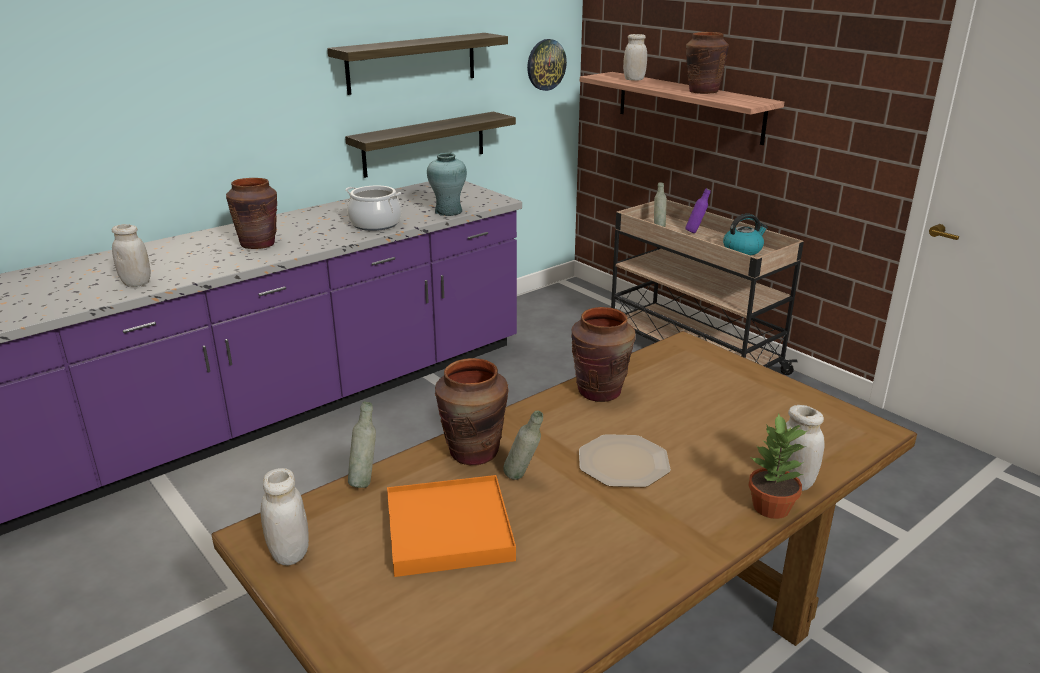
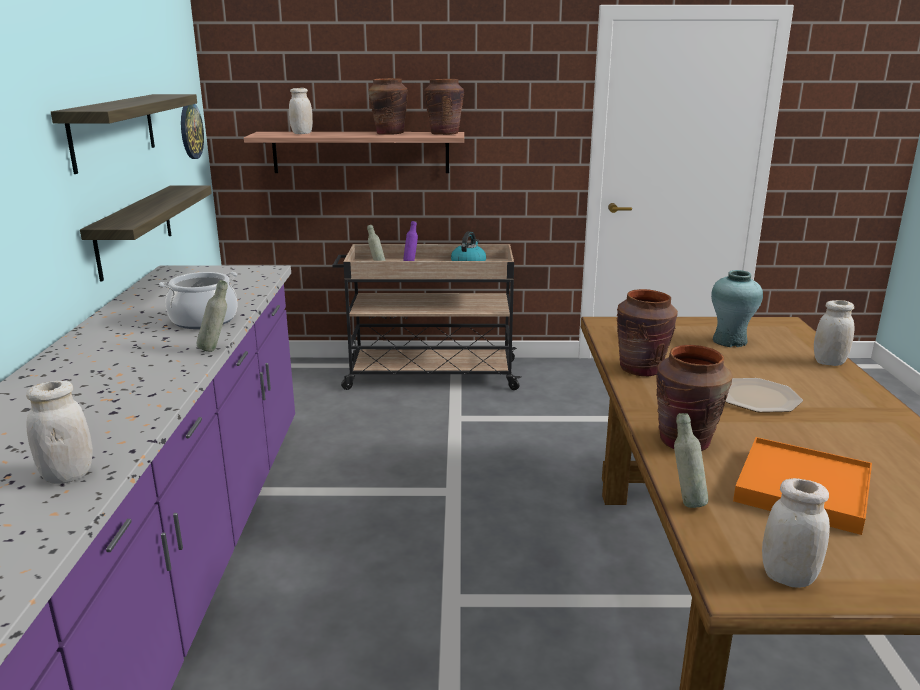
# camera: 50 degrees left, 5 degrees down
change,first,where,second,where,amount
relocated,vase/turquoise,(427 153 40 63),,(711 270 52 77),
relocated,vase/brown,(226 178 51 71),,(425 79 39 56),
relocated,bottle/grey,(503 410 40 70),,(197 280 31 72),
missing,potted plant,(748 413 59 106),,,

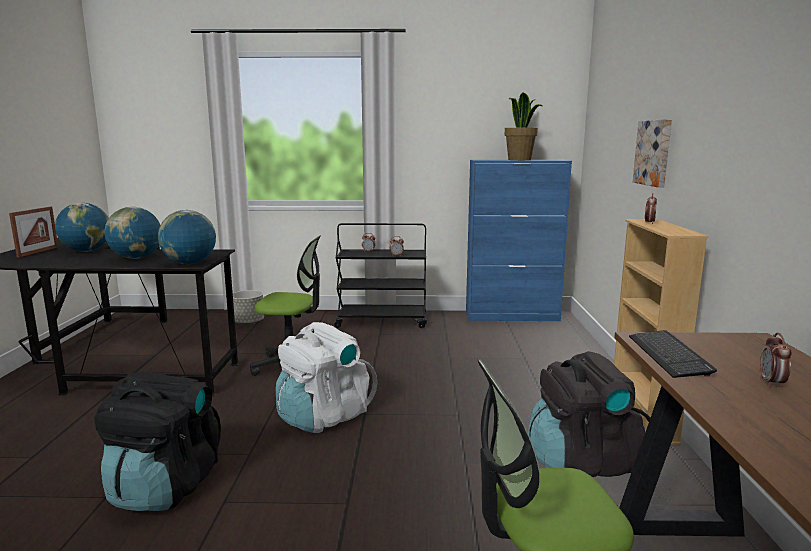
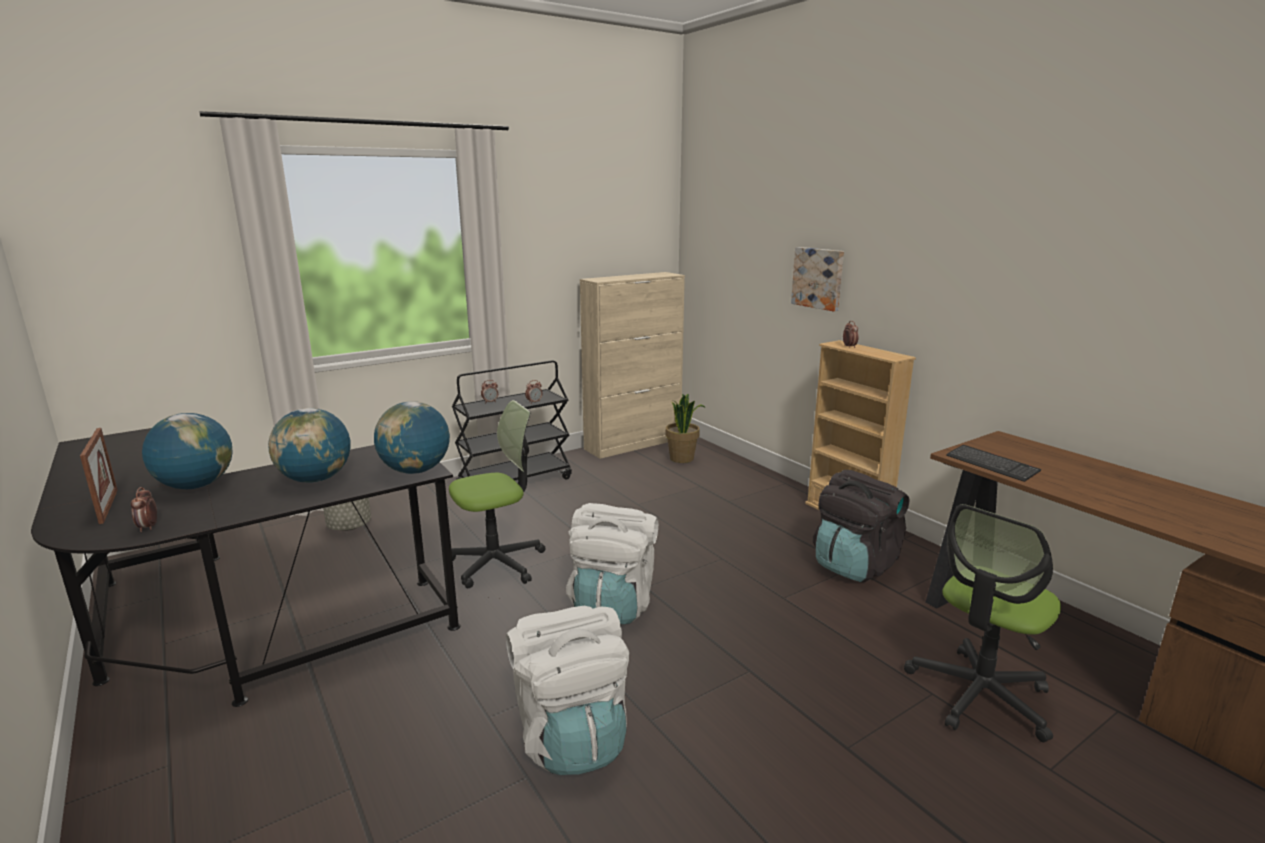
# camera: 35 degrees left, 5 degrees up
change,first,where,second,where,amount
relocated,potted plant,(504 93 39 67),,(666 393 40 70),
colour,cabinet/blue,(466 160 106 161),cabinet/beige,(580 272 105 187),
relocated,alarm clock,(760 332 32 56),,(131 487 26 45),
colour,backpack/black,(94 371 127 140),backpack/white,(506 606 123 169),

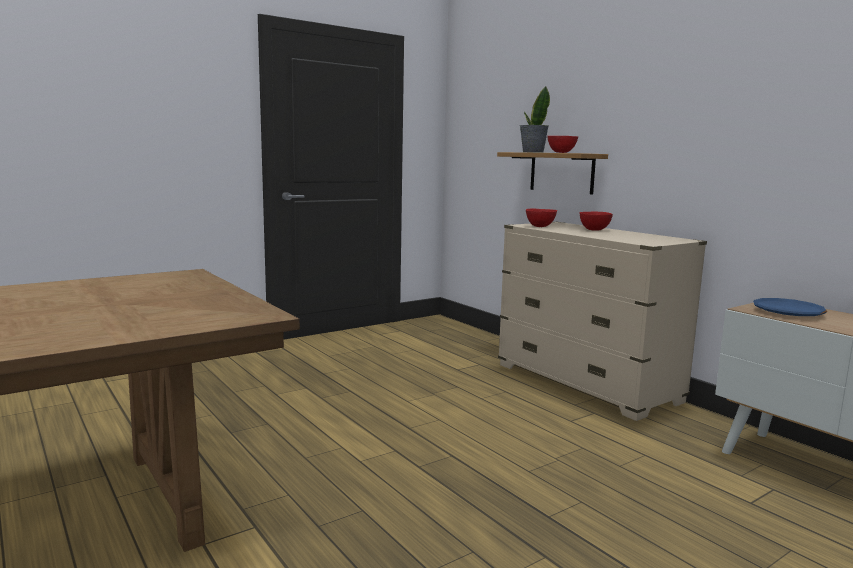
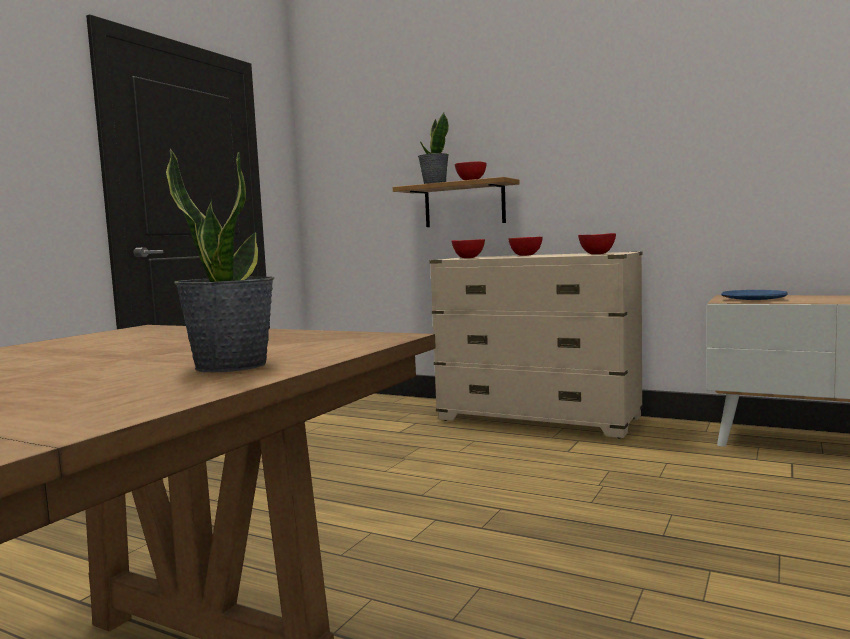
# camera: 25 degrees left, 5 degrees down
change,first,where,second,where,amount
appeared,,,potted plant,(166 148 109 224),
appeared,,,bowl/red,(578 233 38 21),

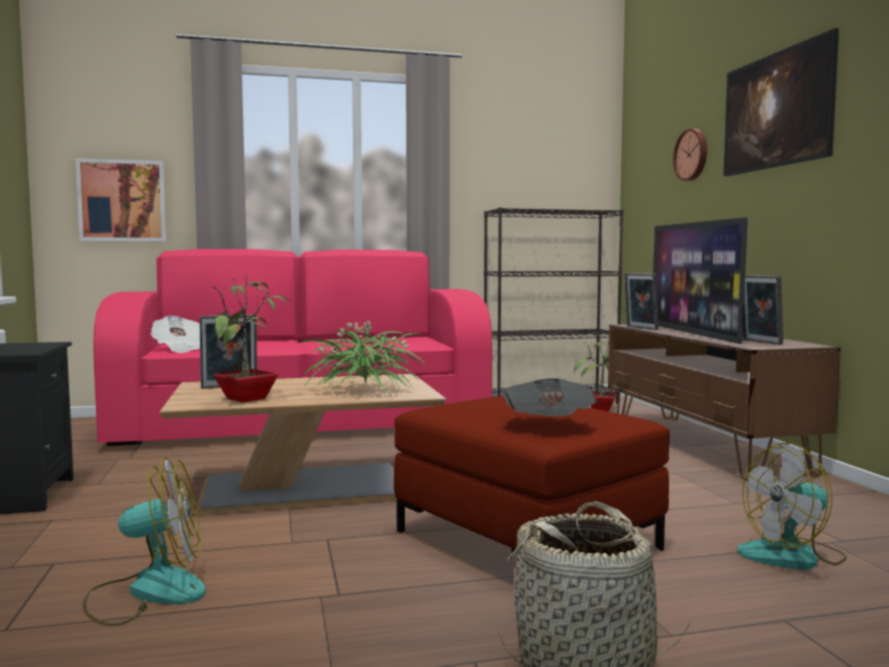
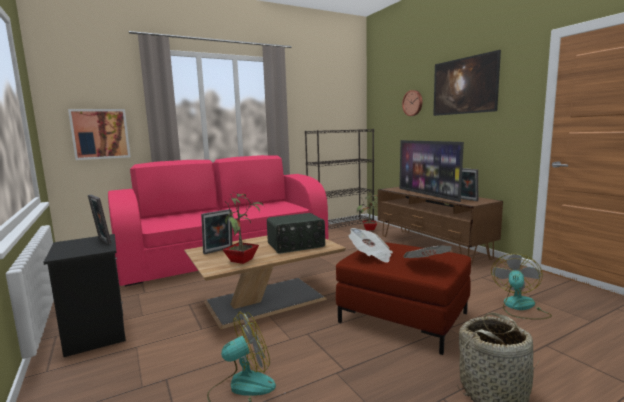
# camera: 15 degrees left, 5 degrees up
change,first,where,second,where,amount
relocated,picture frame,(625 273 34 57),,(88 195 24 50),
relocated,newspaper,(150 316 50 37),,(349 228 44 35),
exchanged,potted plant,(296 321 130 76),radio,(267 213 58 41),
spun,fan,(737 443 110 127),,(491 254 61 66),150 degrees clockwise

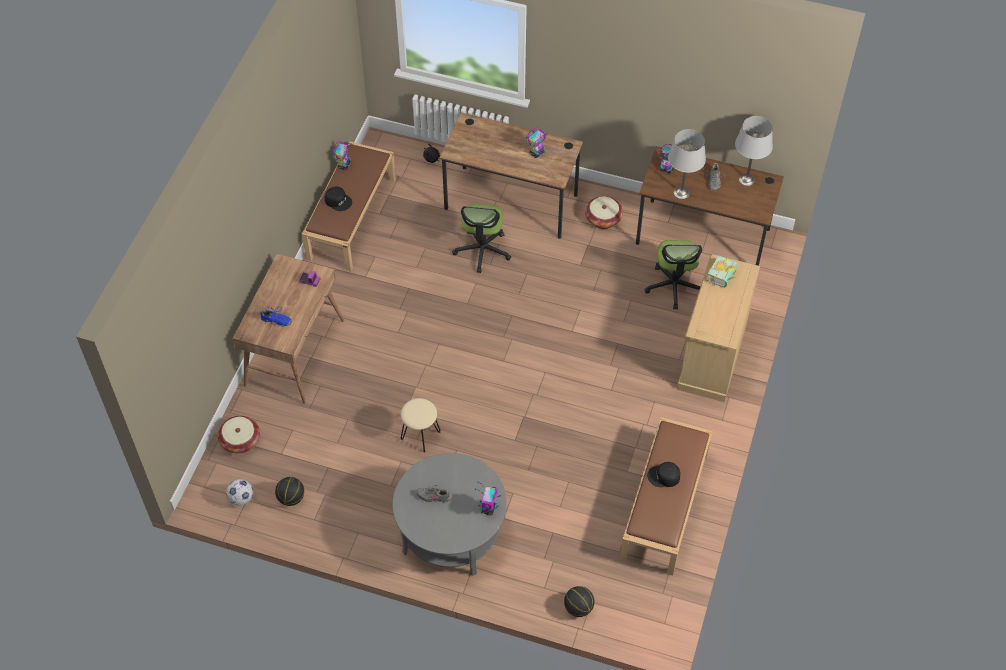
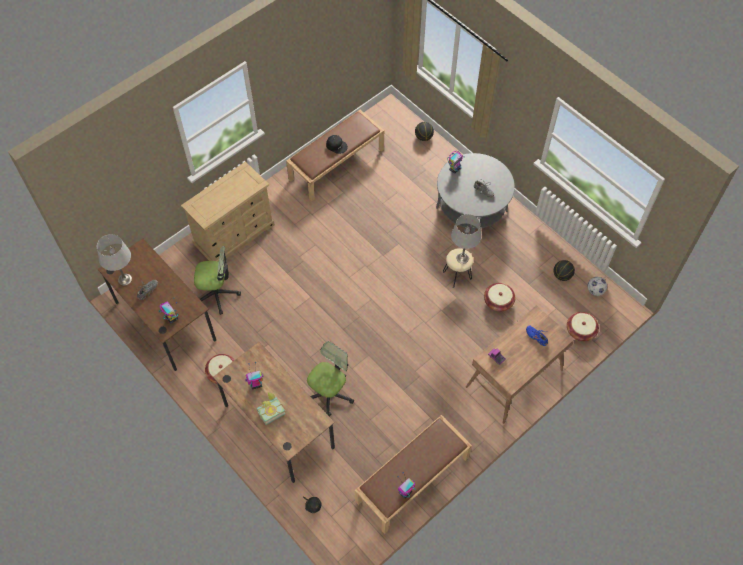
# camera: 150 degrees left, 5 degrees up
change,first,where,second,where,amount
relocated,table lamp/grey,(668 129 38 70),,(451 214 30 50),
missing,cap/black,(325 187 27 24),,,
spun,office chair,(644 240 58 69),,(194 246 47 69),60 degrees clockwise
relocated,book,(707 255 31 33),,(256 392 30 33),
appeared,,,basket,(484 283 31 29),

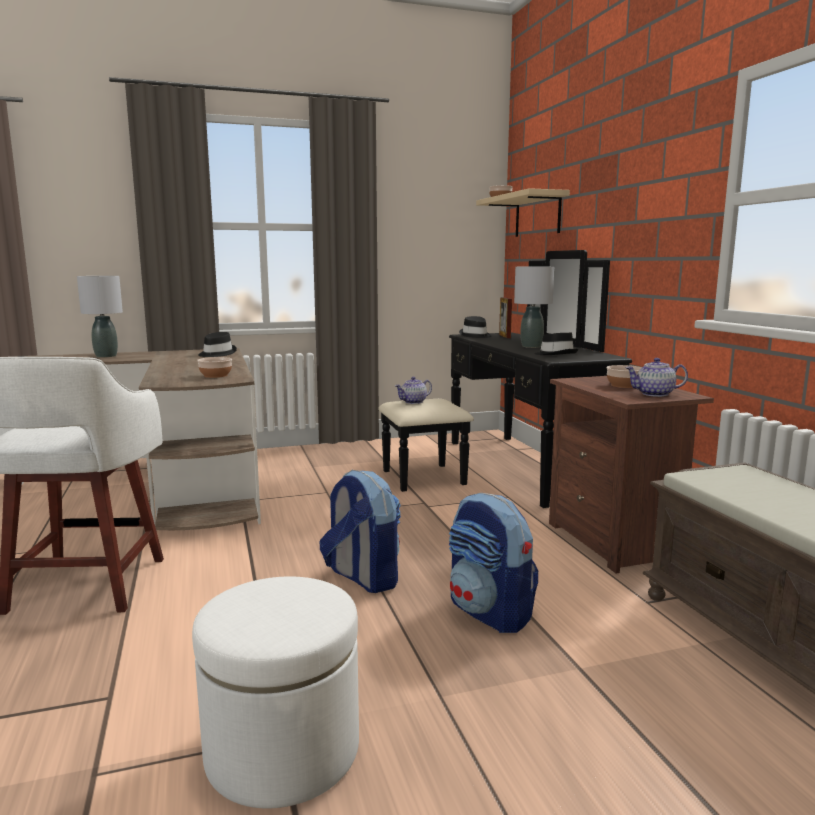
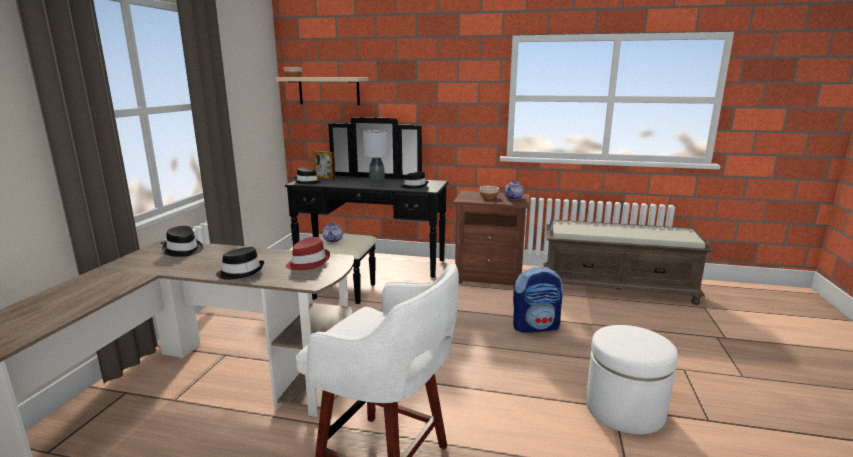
# camera: 60 degrees left, 5 degrees up
change,first,where,second,where,amount
missing,table lamp/grey,(77 276 46 82),,,
exchanged,bowl,(197 357 35 21),hat/red,(286 237 44 33),
missing,backpack,(319 470 82 123),,,
appeared,,,hat/black,(216 247 48 33),

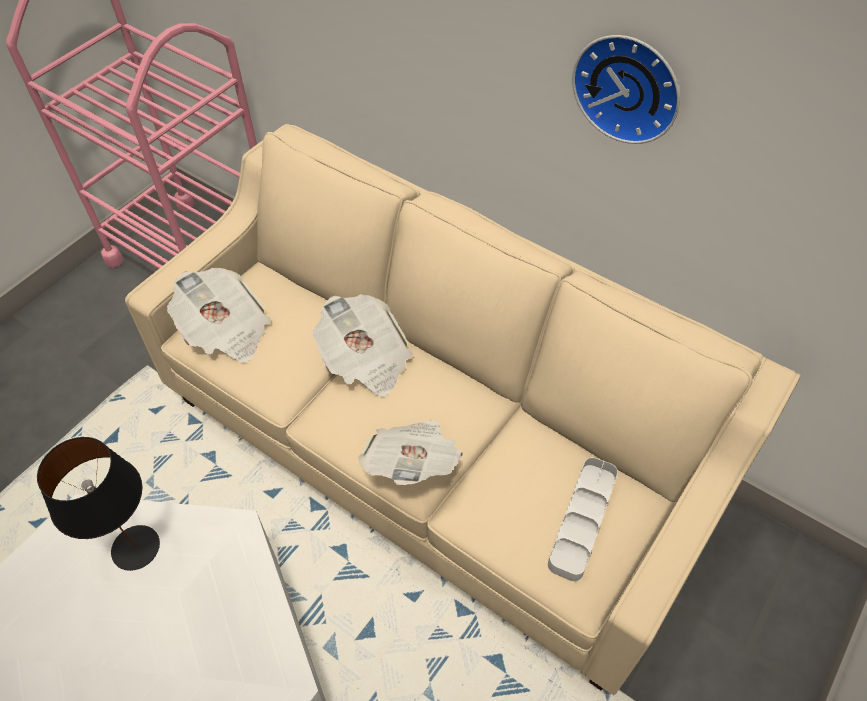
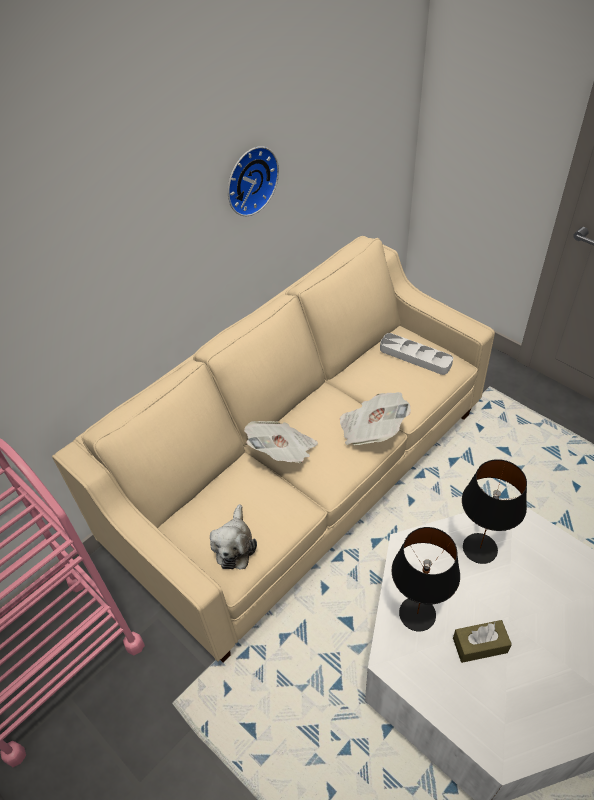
# camera: 80 degrees left, 5 degrees down
change,first,where,second,where,amount
exchanged,newspaper,(167 268 104 95),plush toy,(210 504 47 66),
appeared,,,table lamp/black,(462 459 65 105),
appeared,,,tissue box/brown,(453 620 59 43),

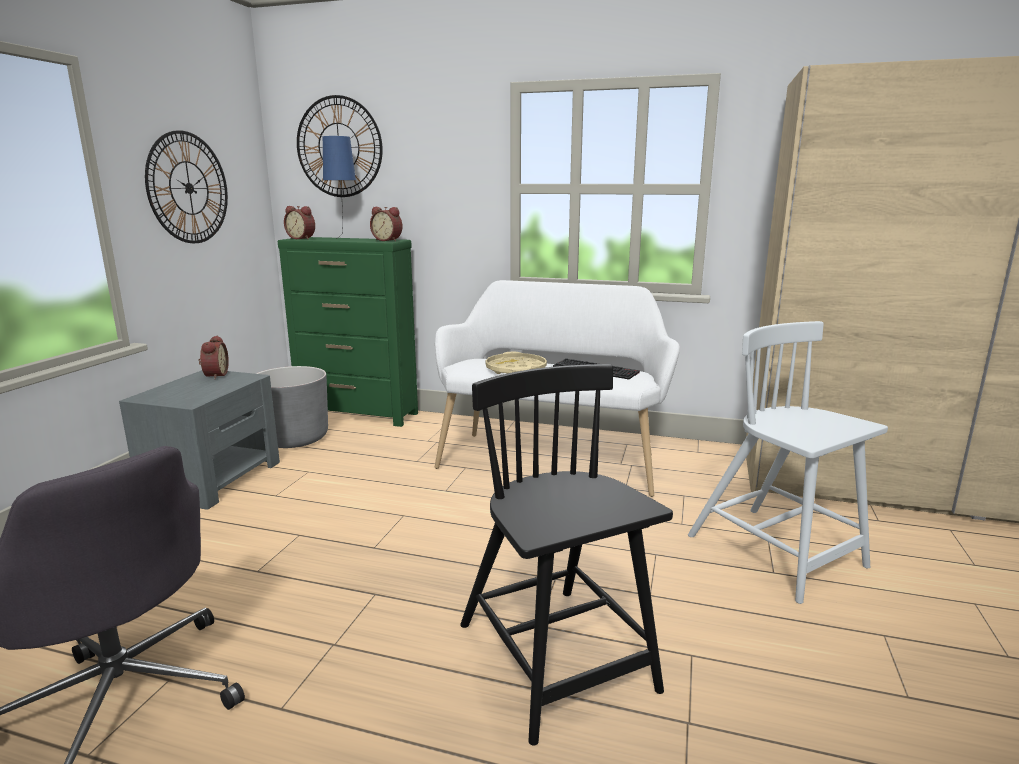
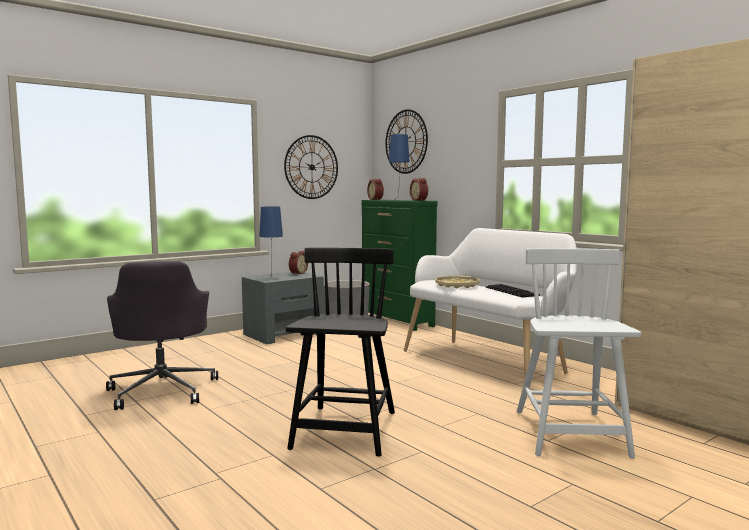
# camera: 35 degrees right, 10 degrees down
change,first,where,second,where,amount
appeared,,,table lamp/blue,(259 207 24 70),

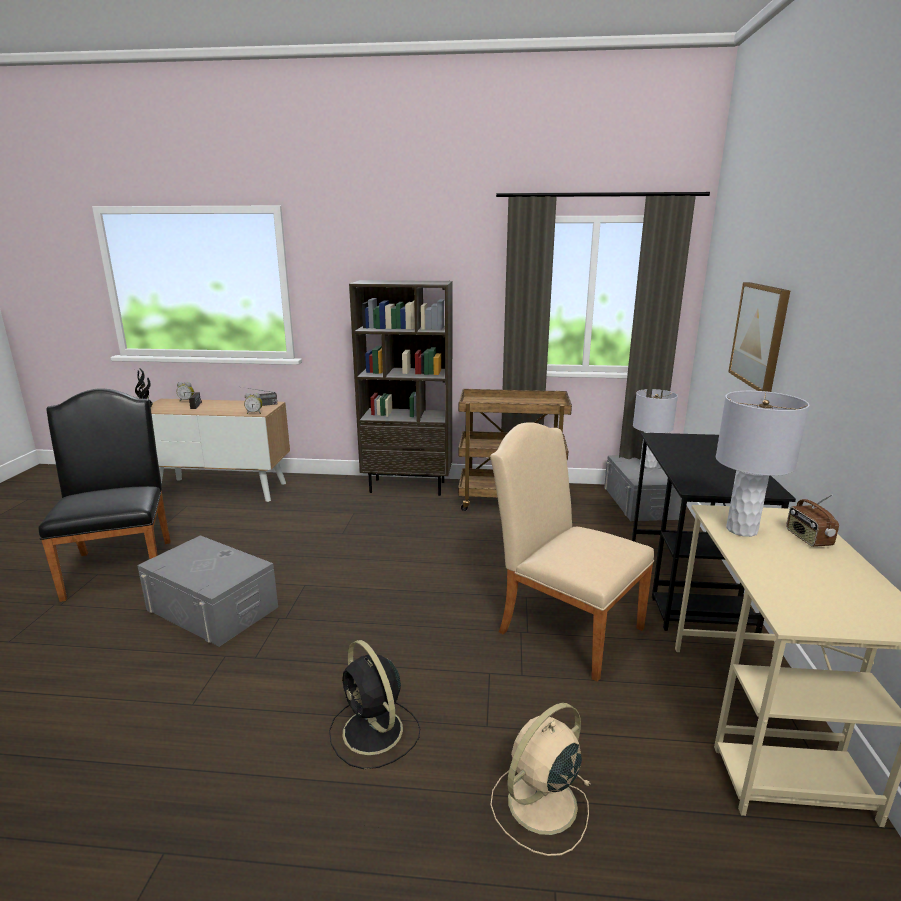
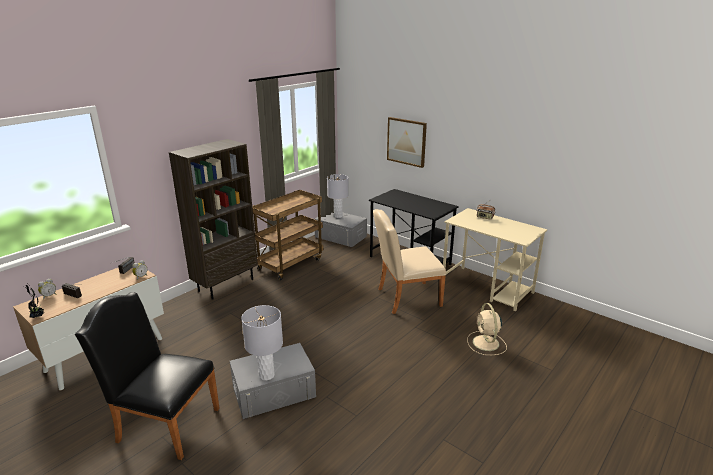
# camera: 55 degrees left, 5 degrees up
change,first,where,second,where,amount
relocated,table lamp/grey,(716 391 93 146),,(241 305 42 76),
missing,fan/black,(329 640 91 129),,,

